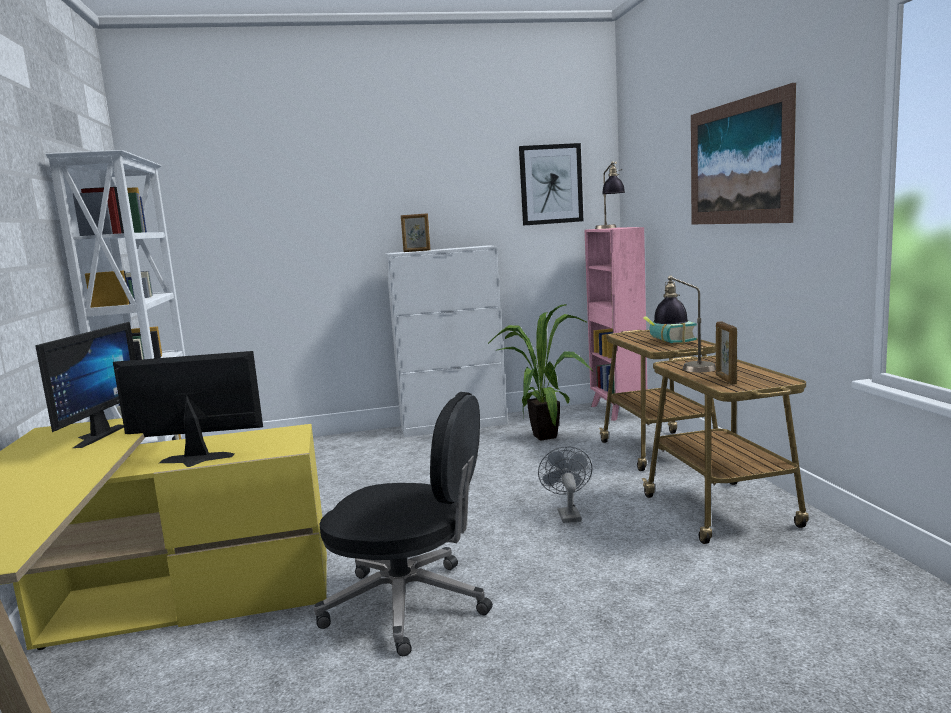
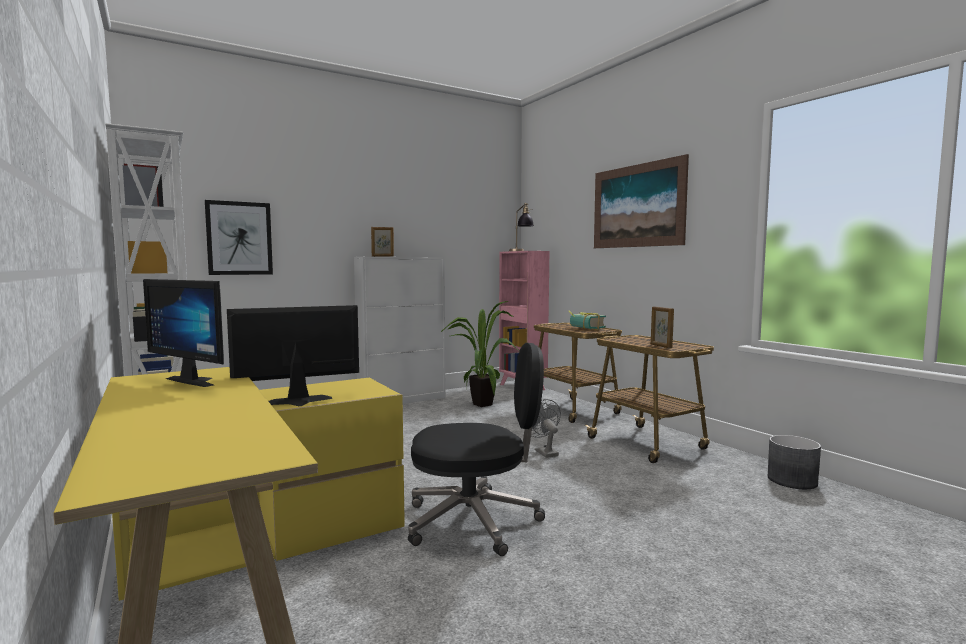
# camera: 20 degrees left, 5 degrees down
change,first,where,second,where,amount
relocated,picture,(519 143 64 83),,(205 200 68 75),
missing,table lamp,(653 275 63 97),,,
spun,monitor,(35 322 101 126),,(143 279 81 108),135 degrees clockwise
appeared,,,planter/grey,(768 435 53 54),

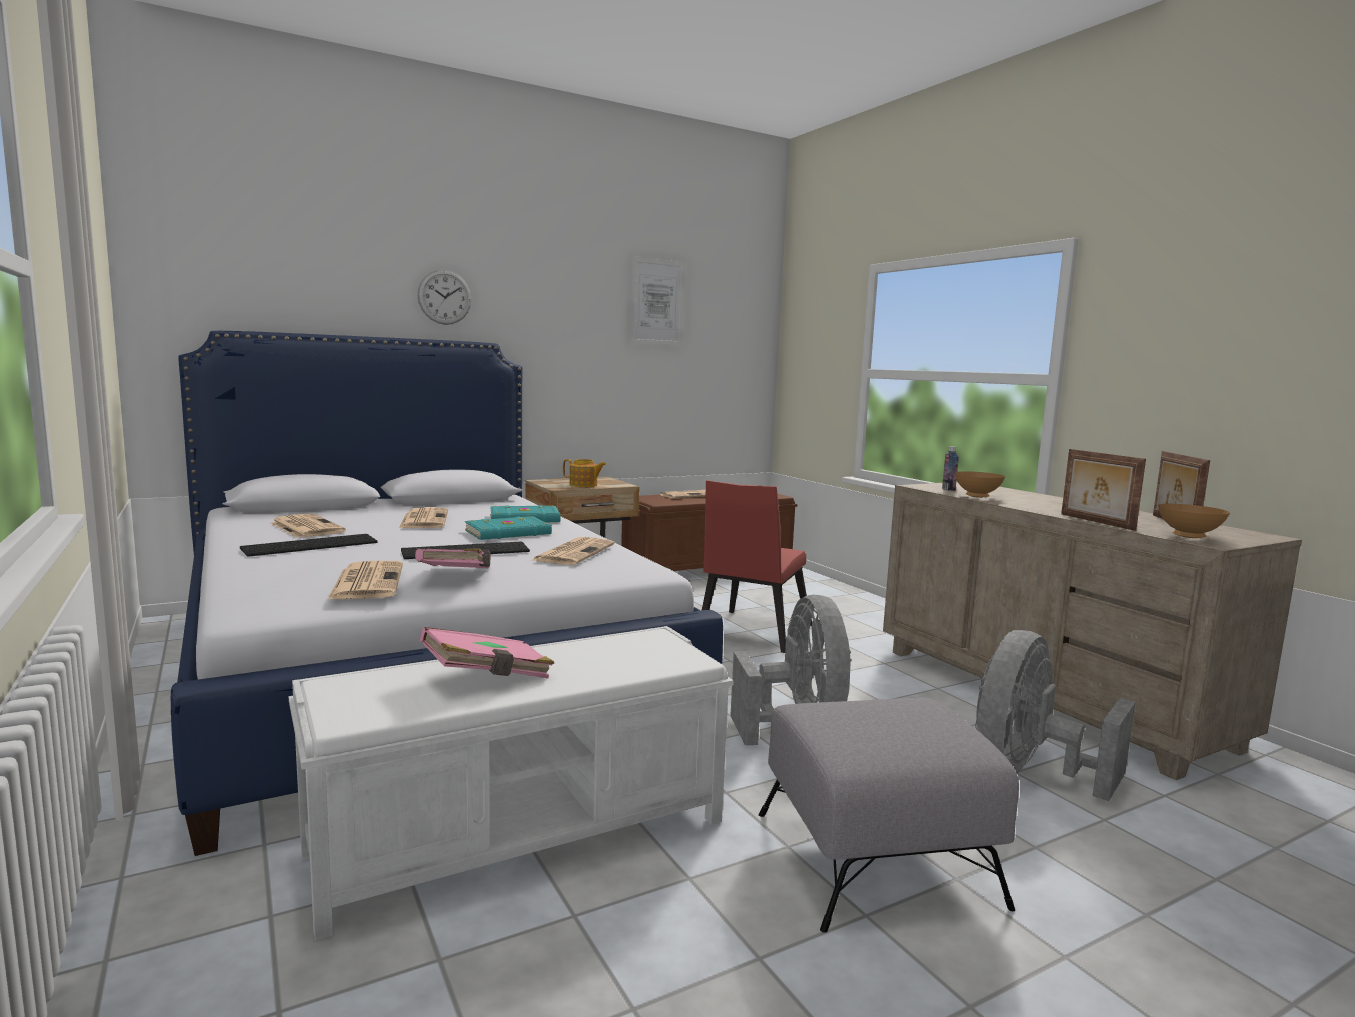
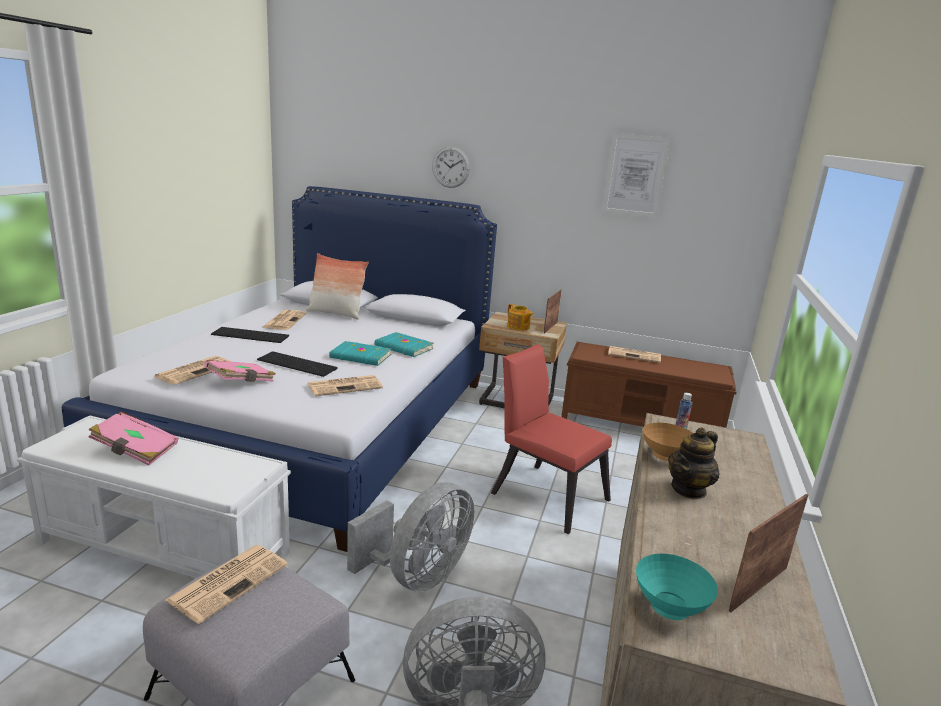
# camera: 45 degrees right, 10 degrees up
change,first,where,second,where,amount
relocated,picture frame,(1061 449 85 82),,(544 290 18 43),
spun,chair/red,(702 480 110 173),,(491 344 121 190),60 degrees clockwise
colour,bowl/brown,(1158 504 72 34),bowl/turquoise,(636 554 82 66),
relocated,newspaper,(399 507 49 21),,(166 545 122 79),
appeared,,,pillow,(306 253 63 67),
appeared,,,teapot,(668 427 51 73),

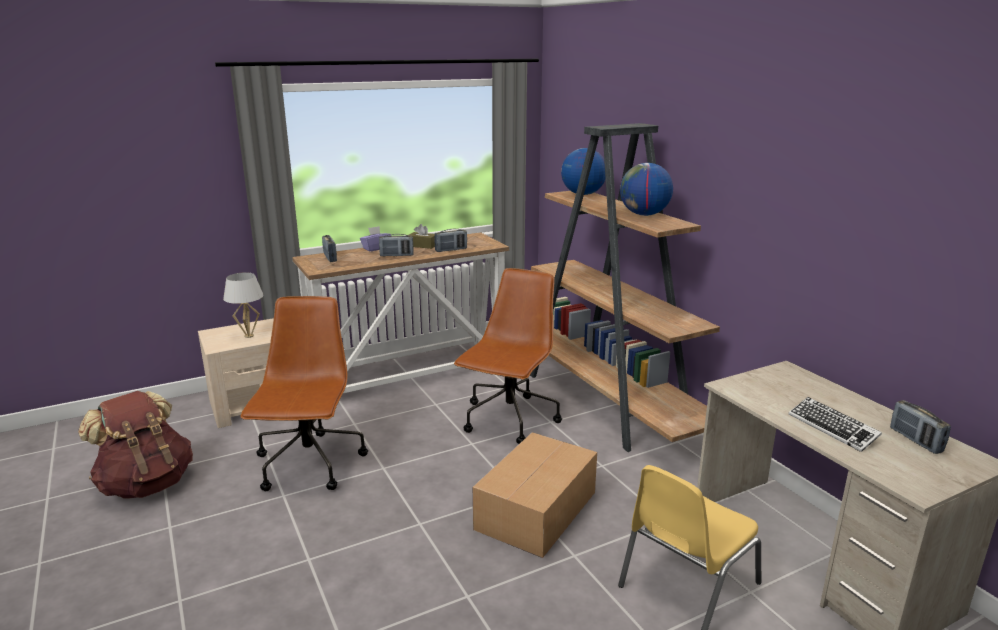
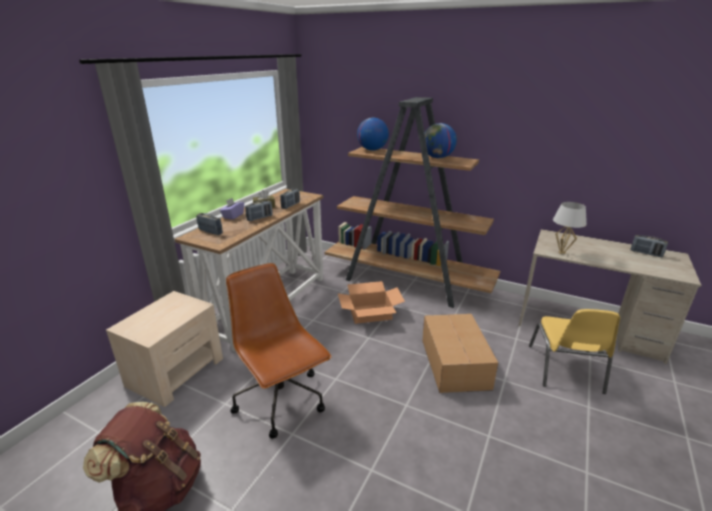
# camera: 35 degrees left, 5 degrees up
change,first,where,second,where,amount
exchanged,office chair/brown,(454 268 108 176),cardboard box,(338 281 67 43),
relocated,table lamp/white,(223 272 41 66),,(553 202 34 52),
missing,keyboard,(789 397 93 55),,,

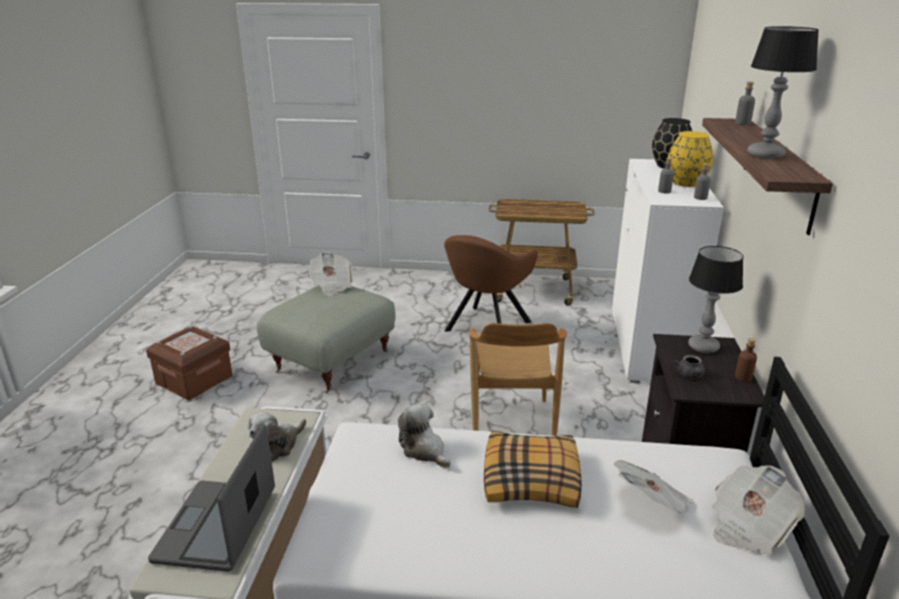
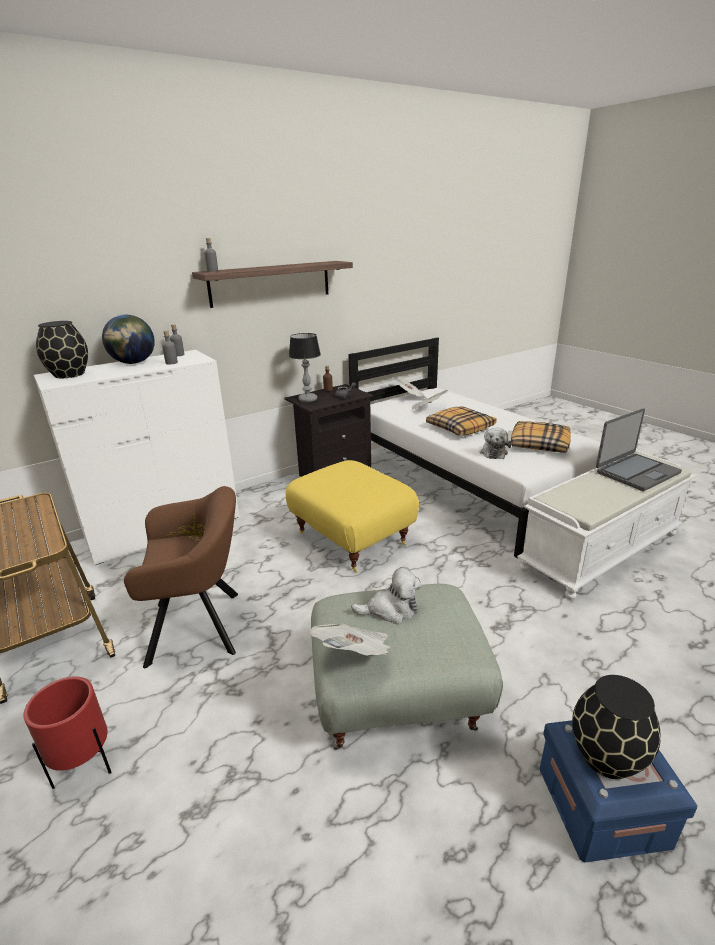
# camera: 130 degrees left, 0 degrees up
change,first,where,second,where,amount
missing,table lamp,(747 26 72 133),,,
exchanged,vase/yellow,(668 131 45 56),globe,(102 315 53 49),
exchanged,chair/brown,(469 323 98 113),ottoman/yellow,(286 460 133 113),
colour,storage box/brown,(146 326 87 74),storage box/blue,(540 720 157 143),
relocated,plush toy,(248 412 58 50),,(351 567 71 57),
appeared,,,pillow,(511 421 60 32),
appeared,,,vase/black,(572 675 89 104),
appeared,,,planter/red,(24 676 87 113),

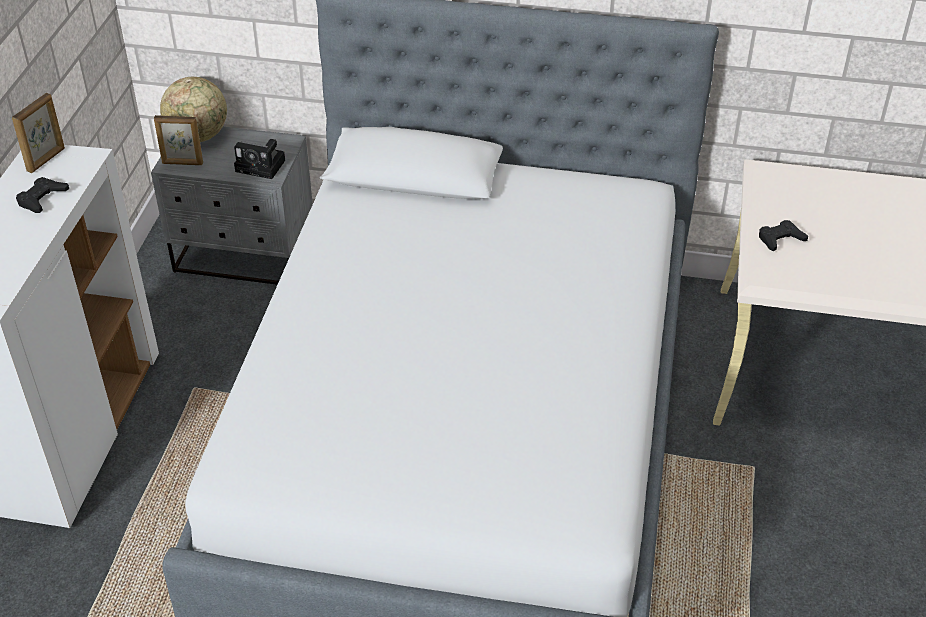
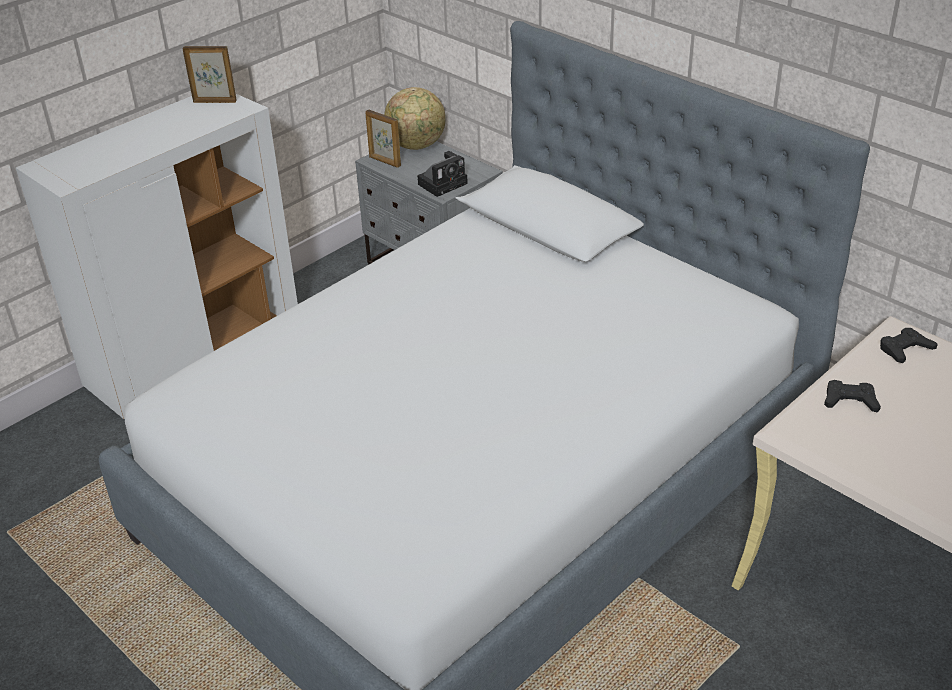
# camera: 35 degrees right, 5 degrees down
change,first,where,second,where,amount
spun,picture frame,(12 93 53 80),,(183 46 54 57),150 degrees counterclockwise
spun,photo camera,(234 139 51 40),,(417 151 51 46),90 degrees counterclockwise
relocated,game controller/black,(16 177 53 36),,(880 328 58 35),

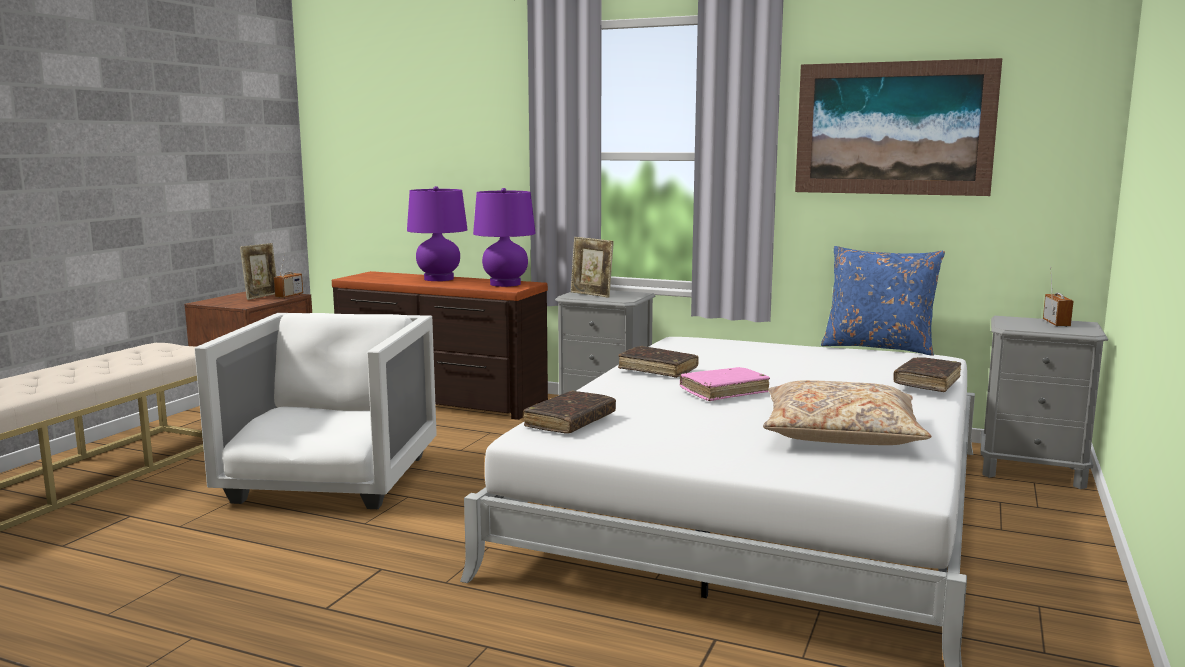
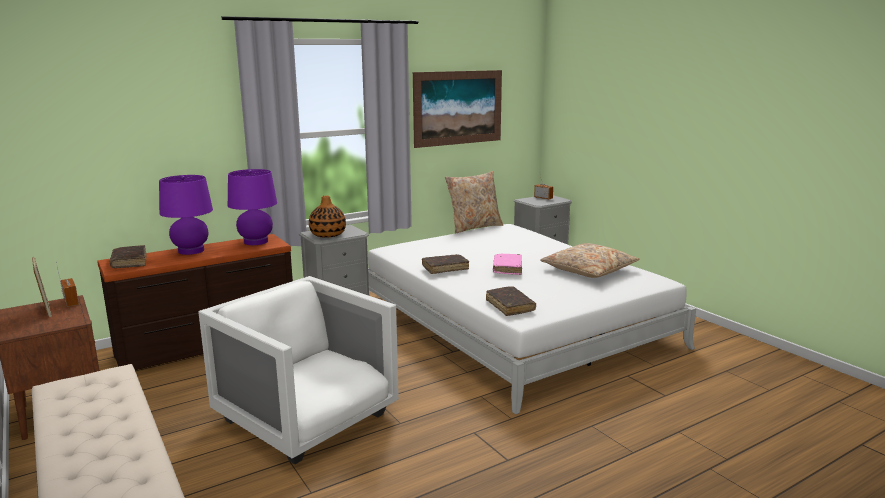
# camera: 55 degrees left, 5 degrees up
change,first,where,second,where,amount
exchanged,picture frame,(571 237 43 61),vase,(309 196 37 42),
colour,pillow/blue,(821 246 124 110),pillow/beige,(445 171 58 63),
relocated,book/brown,(893 357 68 35),,(109 245 38 23),

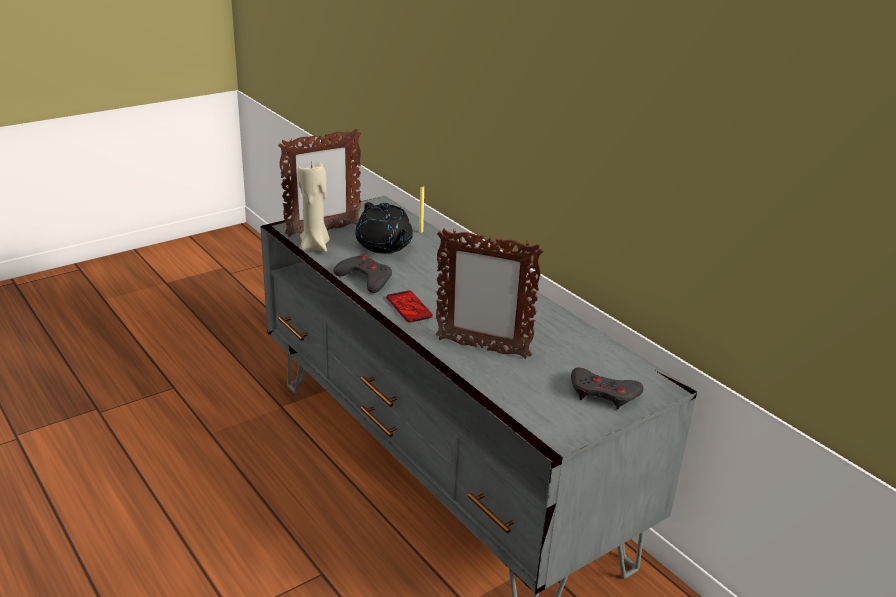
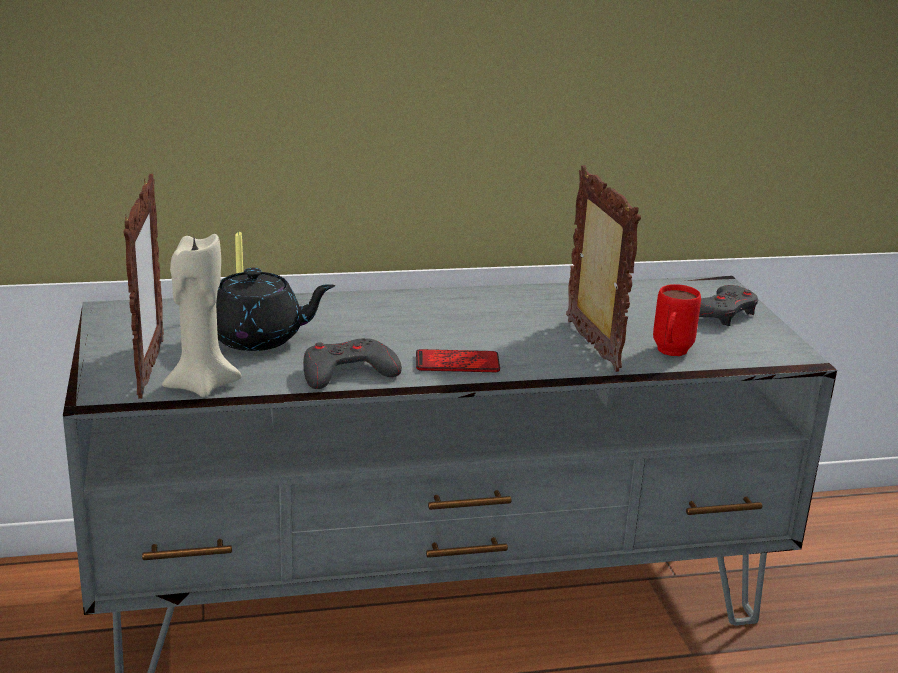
# camera: 65 degrees left, 5 degrees down
change,first,where,second,where,amount
spun,picture frame,(436 228 107 131),,(566 165 75 207),60 degrees counterclockwise
appeared,,,mug/red,(653 284 48 72),

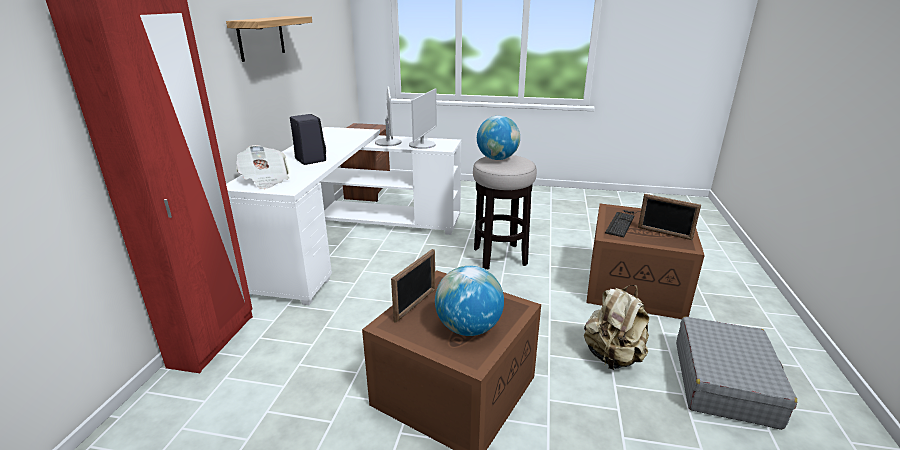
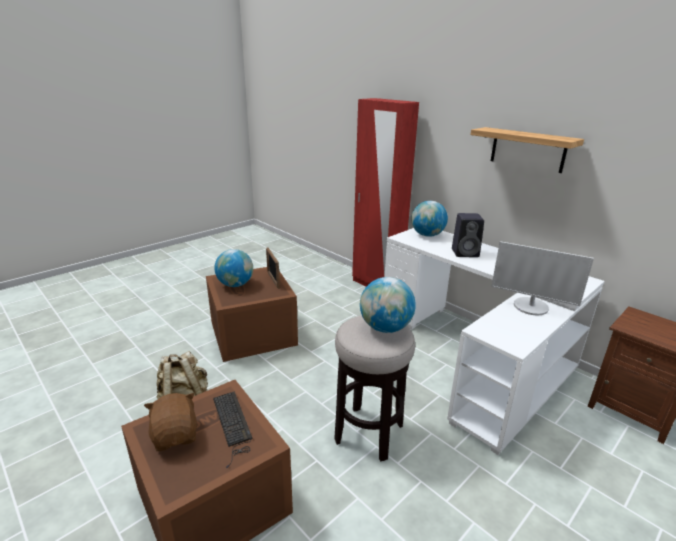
# camera: 125 degrees right, 0 degrees up
change,first,where,second,where,amount
missing,monitor,(409 88 28 61),,,
exchanged,newspaper,(236 145 54 44),globe,(411 201 37 36),
exchanged,picture frame,(638 194 63 46),plush toy/brown,(144 393 53 58),
missing,suitcase/grey,(676 317 121 113),,,

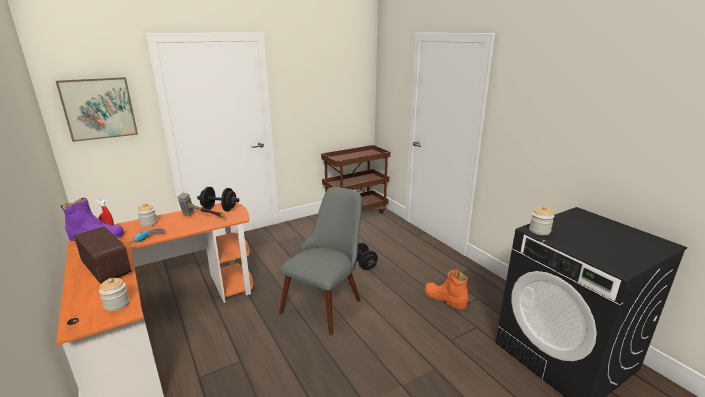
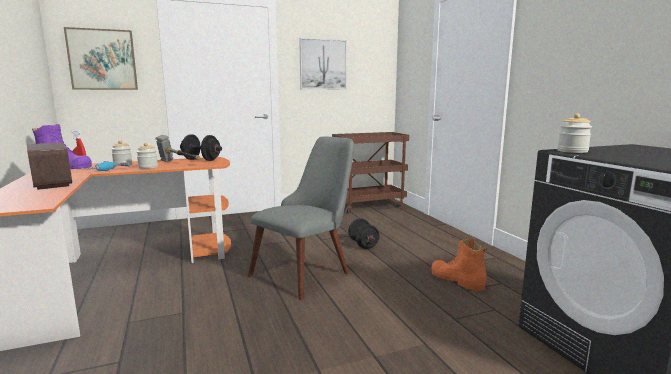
# camera: 10 degrees right, 10 degrees down
change,first,where,second,where,amount
relocated,jar,(99 278 31 34),,(136 143 22 26),
appeared,,,picture,(299 38 48 52),

